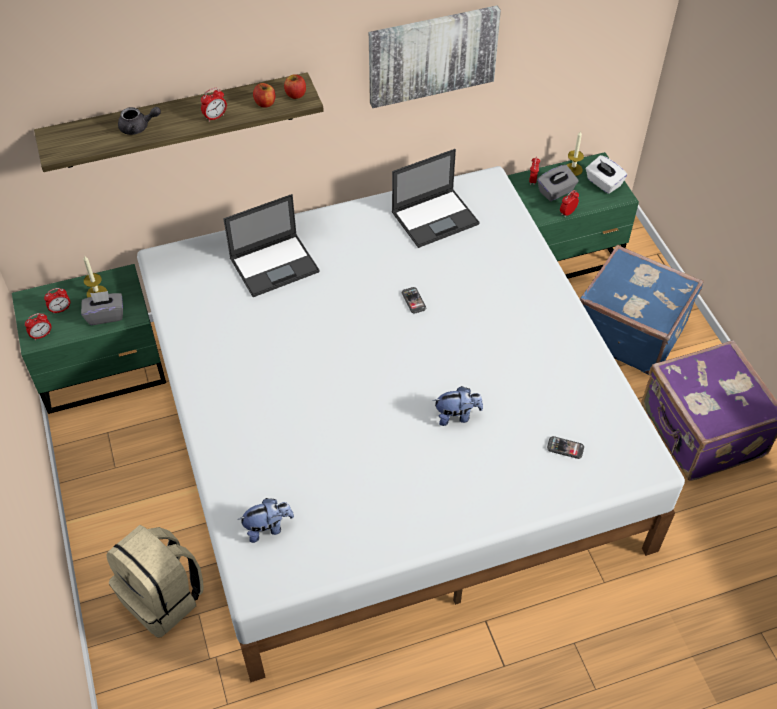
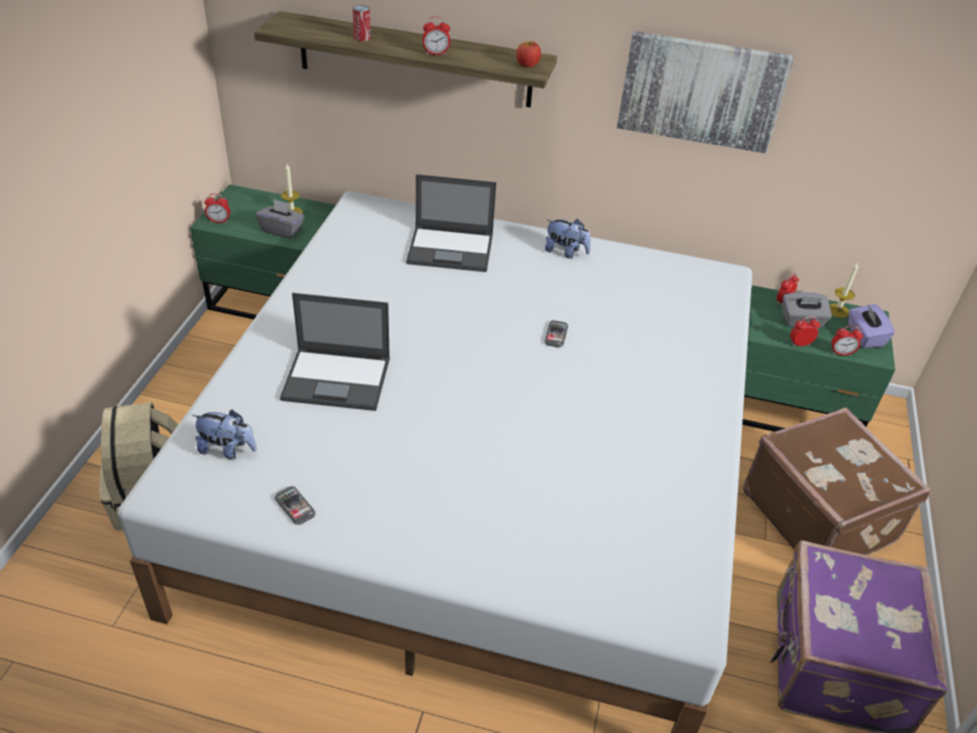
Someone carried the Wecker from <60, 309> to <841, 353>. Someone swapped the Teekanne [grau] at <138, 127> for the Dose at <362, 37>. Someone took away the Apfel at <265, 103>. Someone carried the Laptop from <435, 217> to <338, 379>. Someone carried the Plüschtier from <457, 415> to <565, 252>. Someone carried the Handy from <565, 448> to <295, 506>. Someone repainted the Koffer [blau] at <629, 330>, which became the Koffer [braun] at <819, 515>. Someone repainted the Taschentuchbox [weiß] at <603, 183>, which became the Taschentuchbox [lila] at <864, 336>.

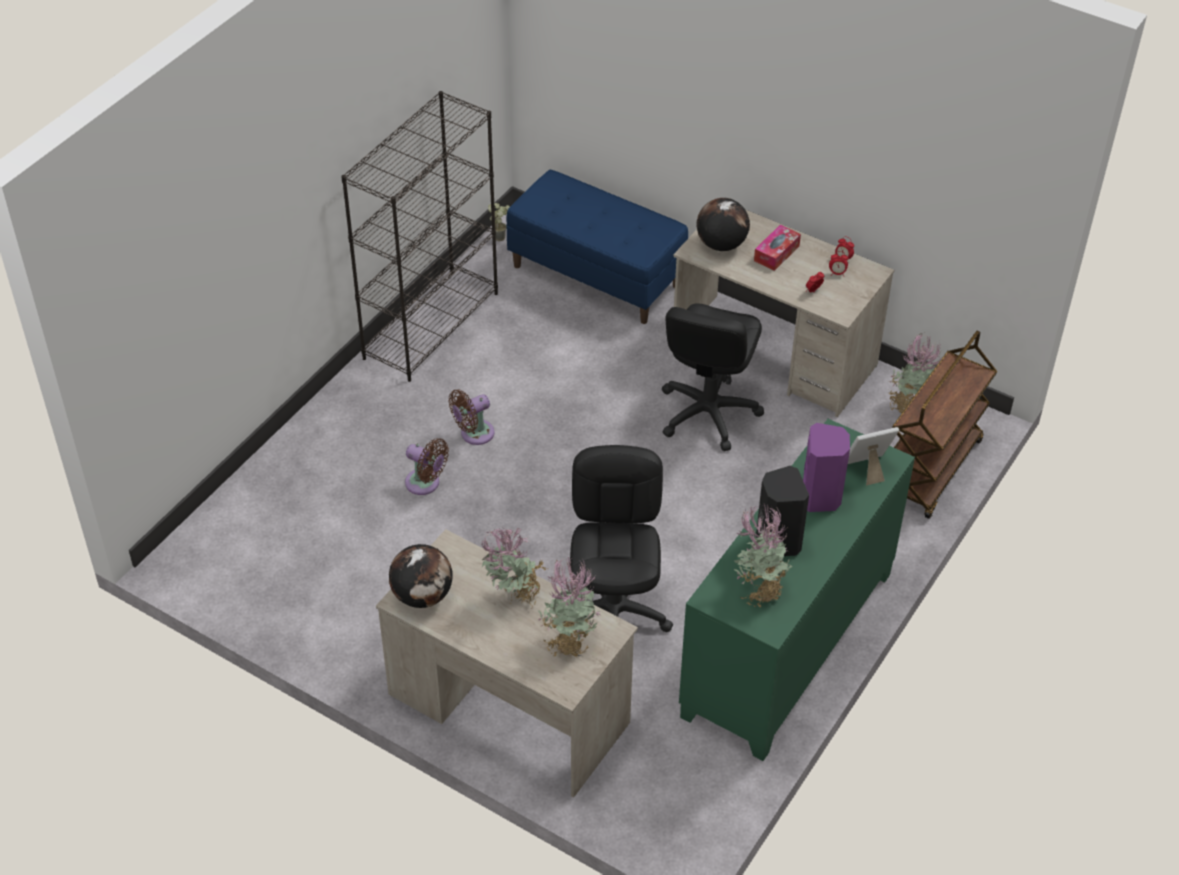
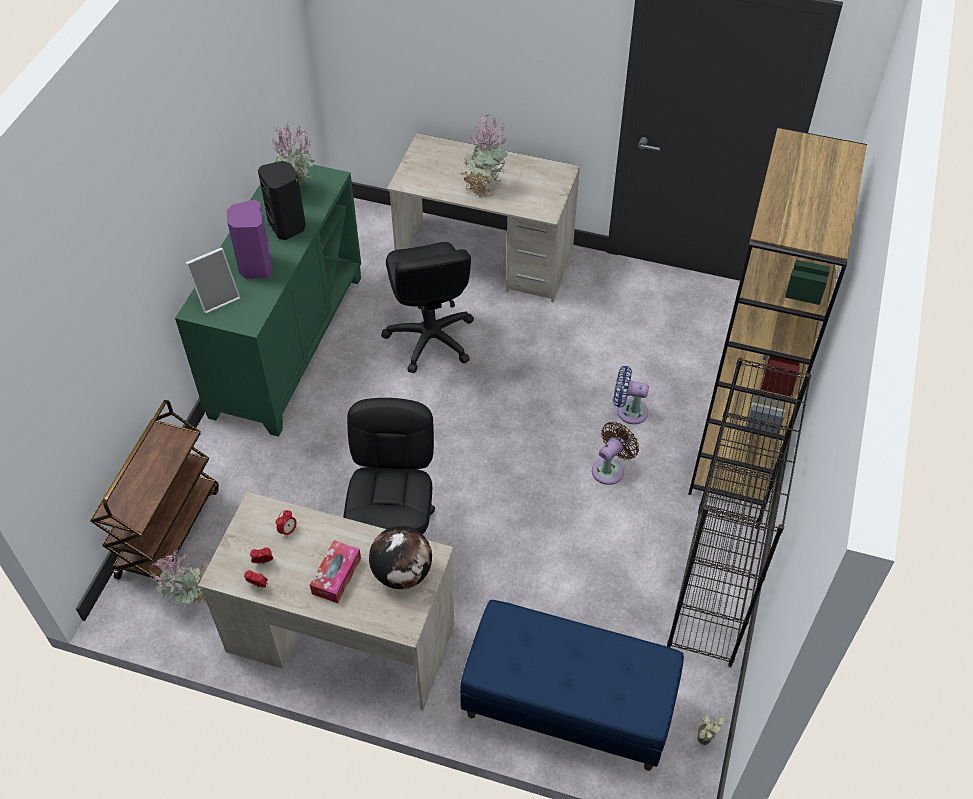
Someone took away the Globus at <423, 596>. Someone repainted the Ventilator [braun] at <425, 484>, which became the Ventilator [blau] at <628, 411>. Someone took away the Topfpflanze at <568, 642>. Someone put down the Bücherregal [braun] at <738, 447>.

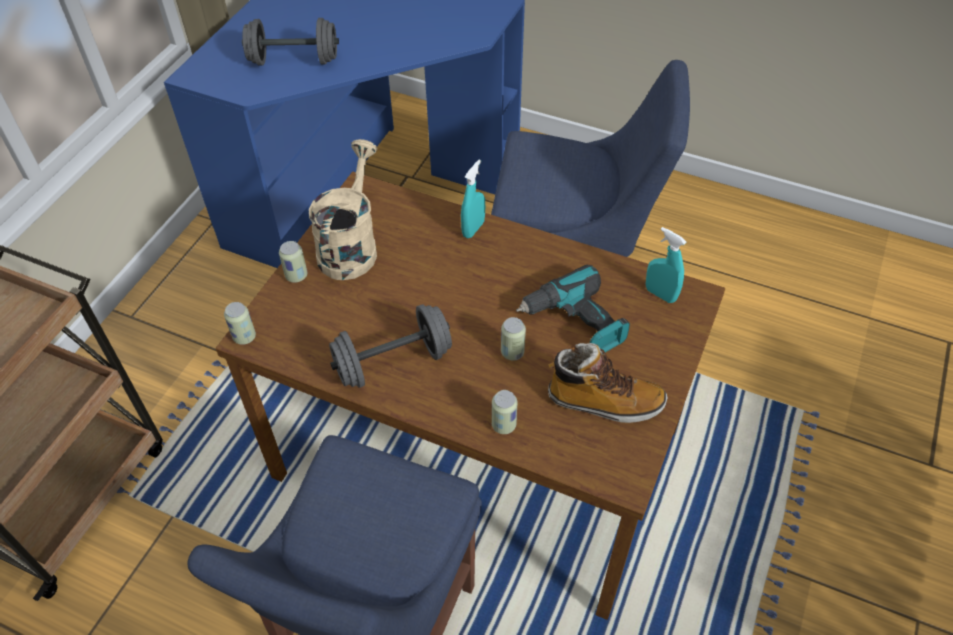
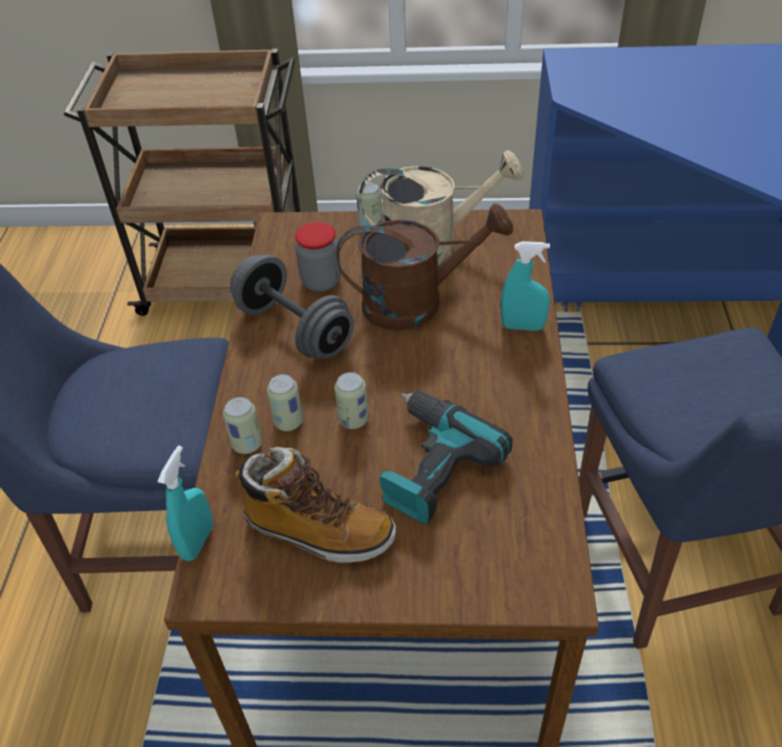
Someone carried the Dose from <244, 337> to <288, 421>. Someone took away the Hantel [grau] at <294, 60>. Someone rotated the Stiefel at <604, 401> by 60 degrees counterclockwise. Someone carried the Sprühflasche [türkis] from <660, 294> to <197, 541>. Someone put down the Vorratsglas at <321, 281>. Someone put down the Gießkanne [braun] at <416, 302>.

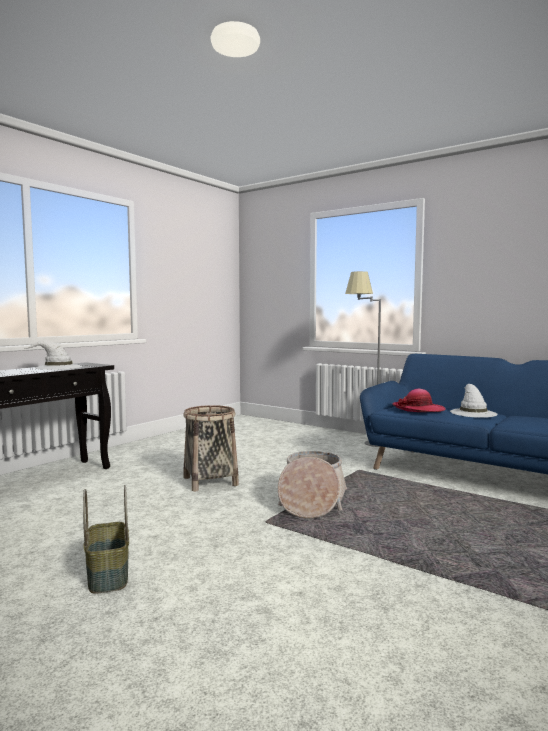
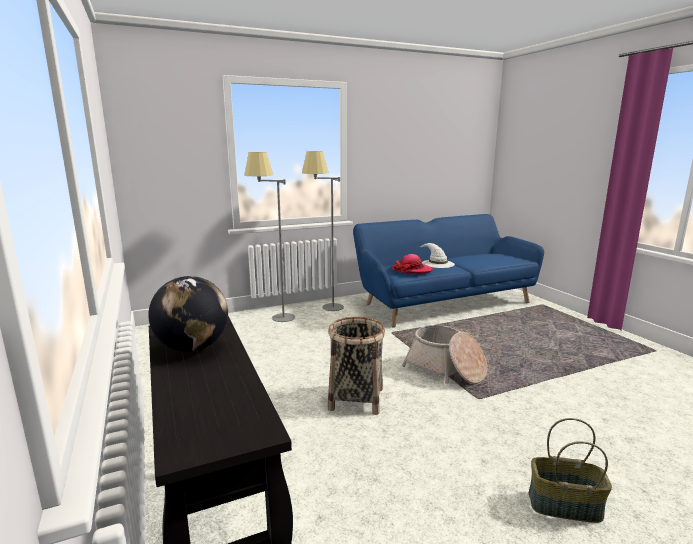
Someone swapped the Hut [weiß] at <58, 367> for the Globus at <193, 347>. Someone put down the Stehlampe [grau] at <274, 320>.

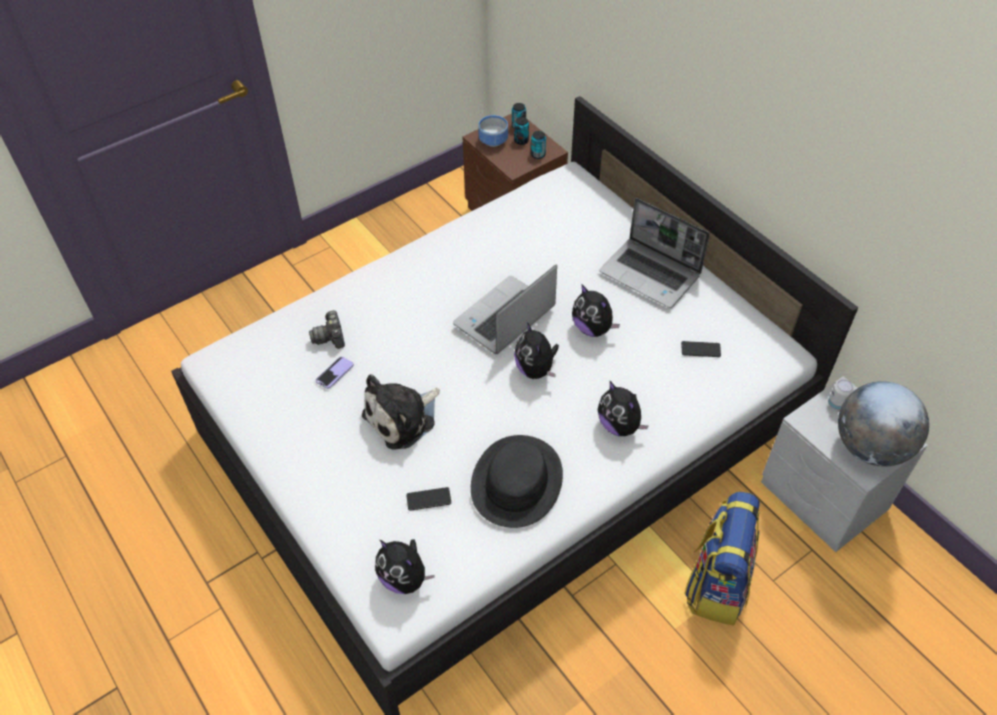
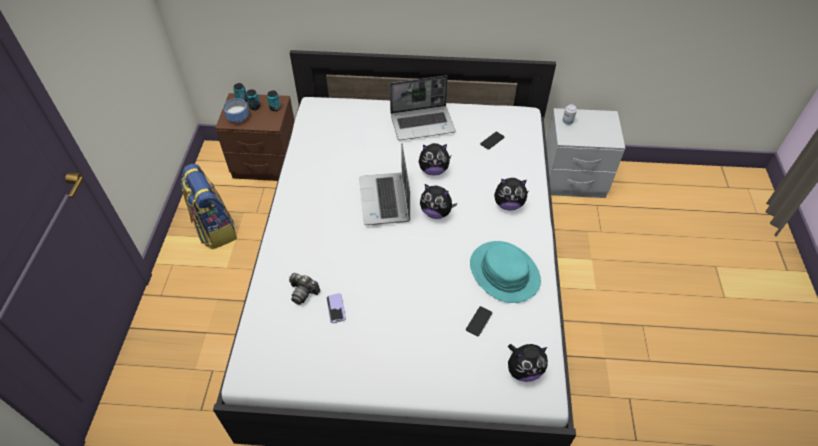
Someone took away the Plüschtier at <403, 418>. Someone repainted the Hut [schwarz] at <516, 482>, which became the Hut [türkis] at <504, 272>. Someone carried the Rucksack from <716, 584> to <214, 229>. Someone took away the Globus at <870, 447>.

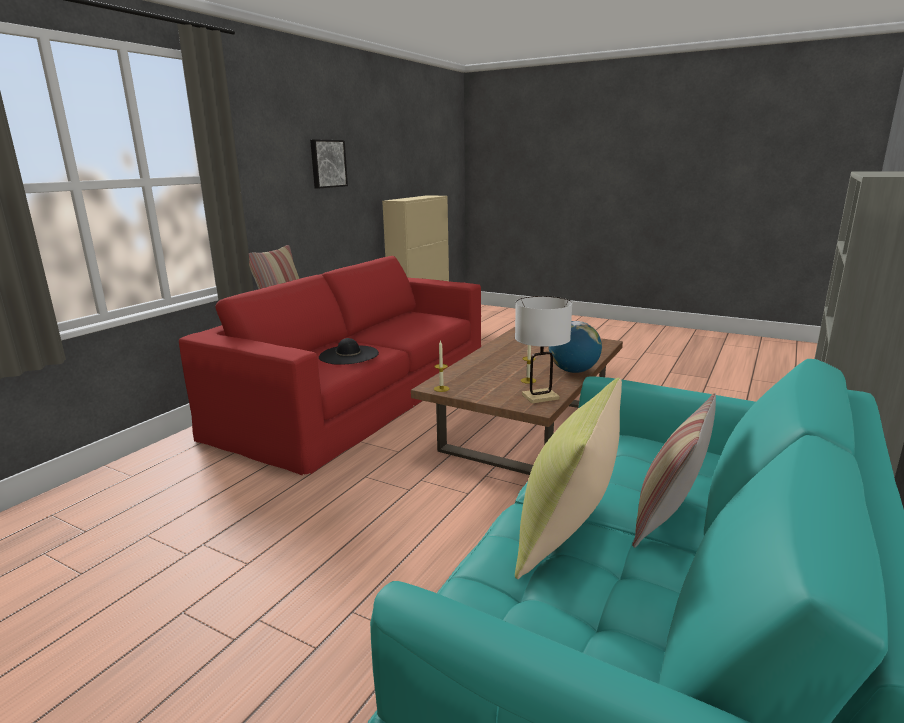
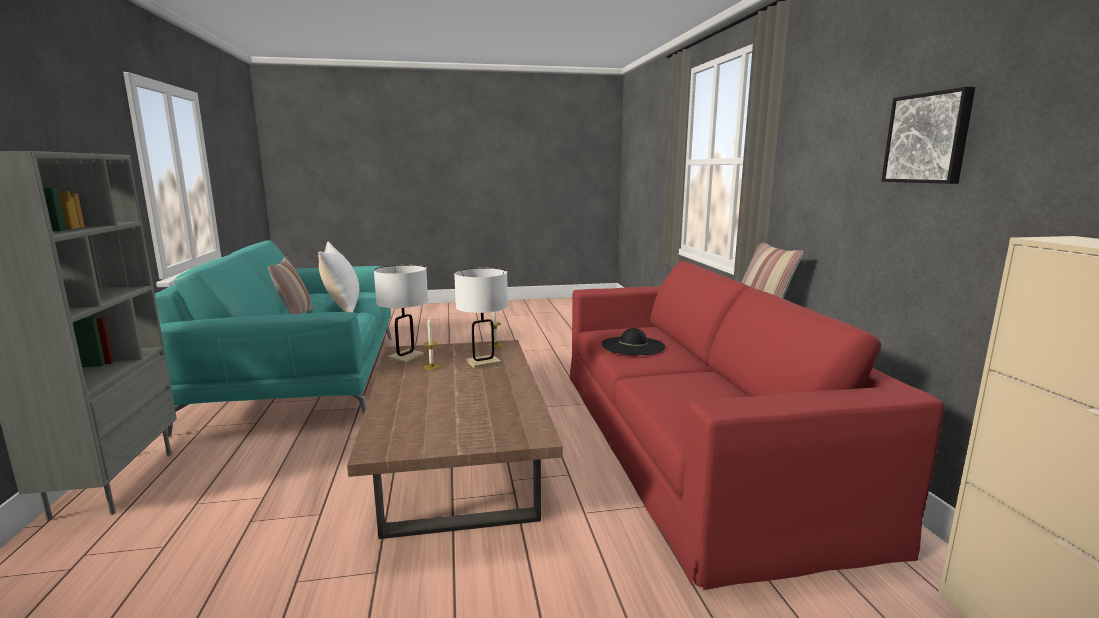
Someone repainted the Kissen [gelb] at <566, 533>, which became the Kissen [weiß] at <342, 306>. Someone took away the Globus at <573, 371>. Someone put down the Tischlampe [weiß] at <483, 363>.

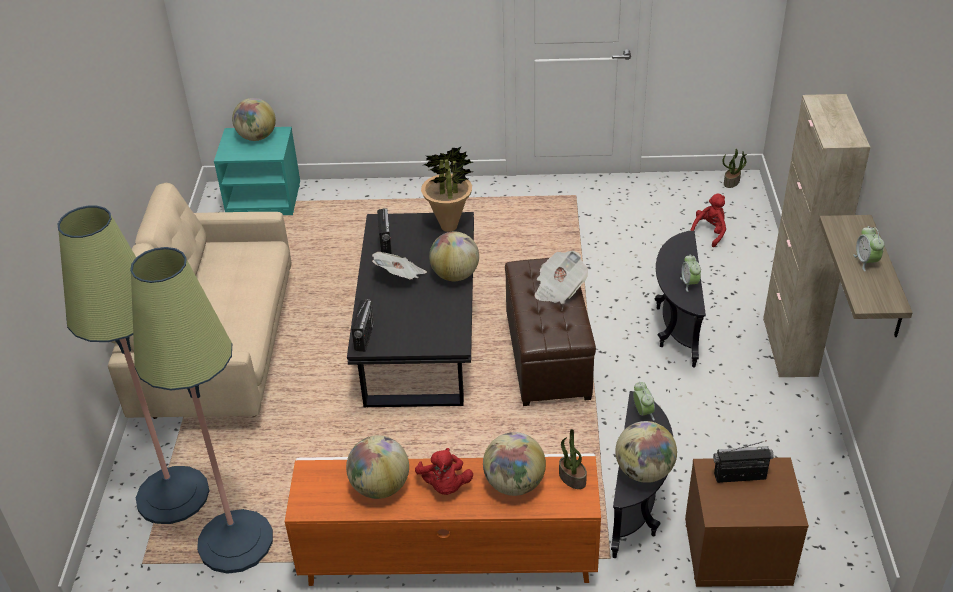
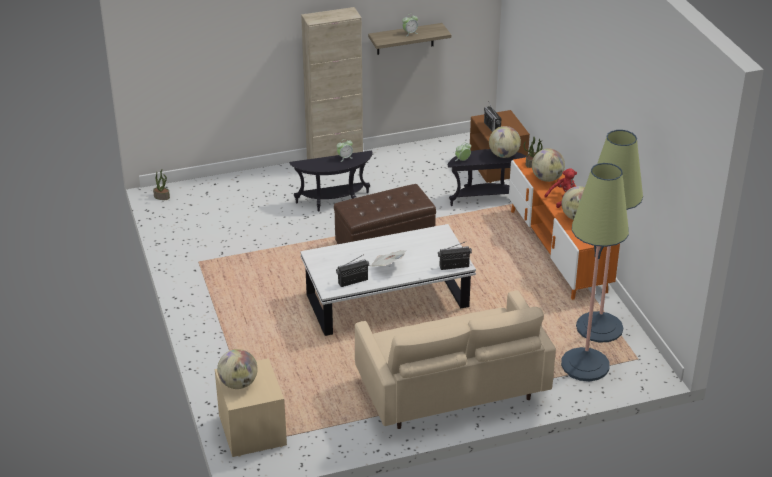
Someone repainted the Nachttisch [türkis] at <264, 198>, which became the Nachttisch [beige] at <251, 430>. Someone repainted the Couchtisch [schwarz] at <419, 333>, which became the Couchtisch [weiß] at <386, 301>. Someone took away the Topfpflanze at <449, 226>. Someone took away the Globus at <455, 275>. Someone took away the Zeitung at <559, 289>. Someone took away the Plüschtier [rot] at <709, 233>.

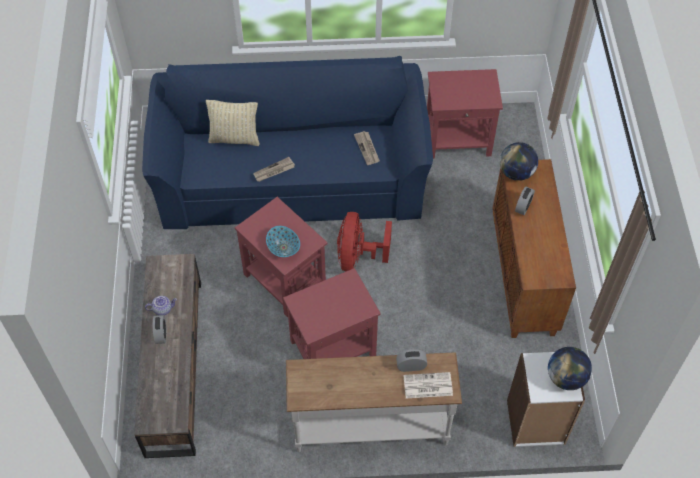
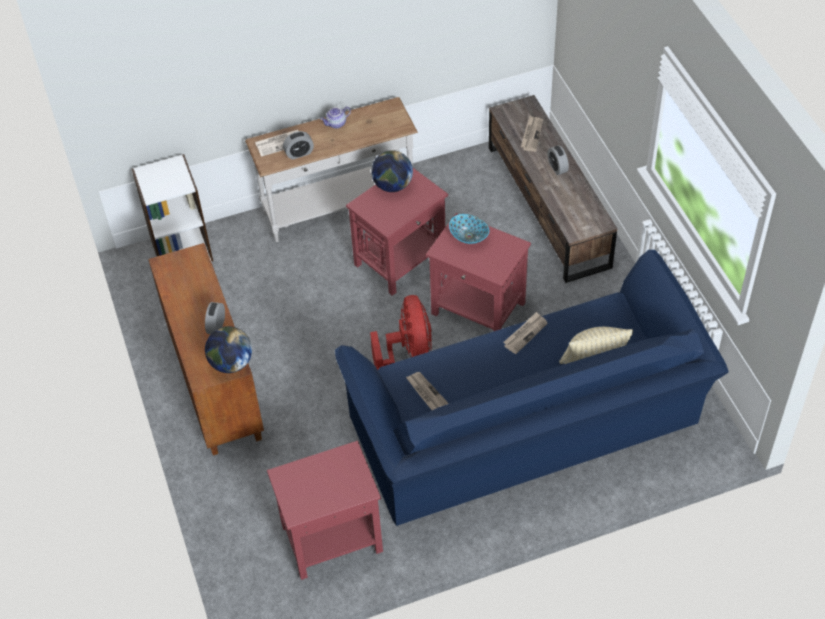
Someone carried the Teekanne from <163, 309> to <336, 124>. Someone carried the Globus from <566, 377> to <392, 185>. Someone put down the Zeitung at <531, 134>.

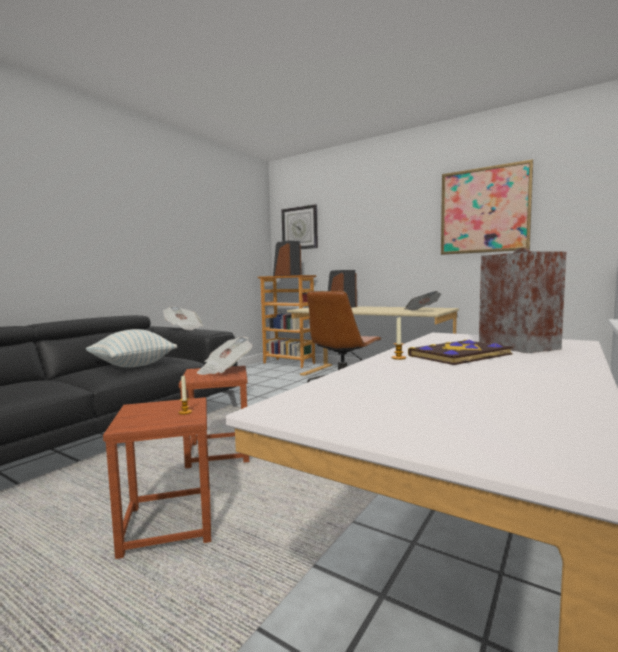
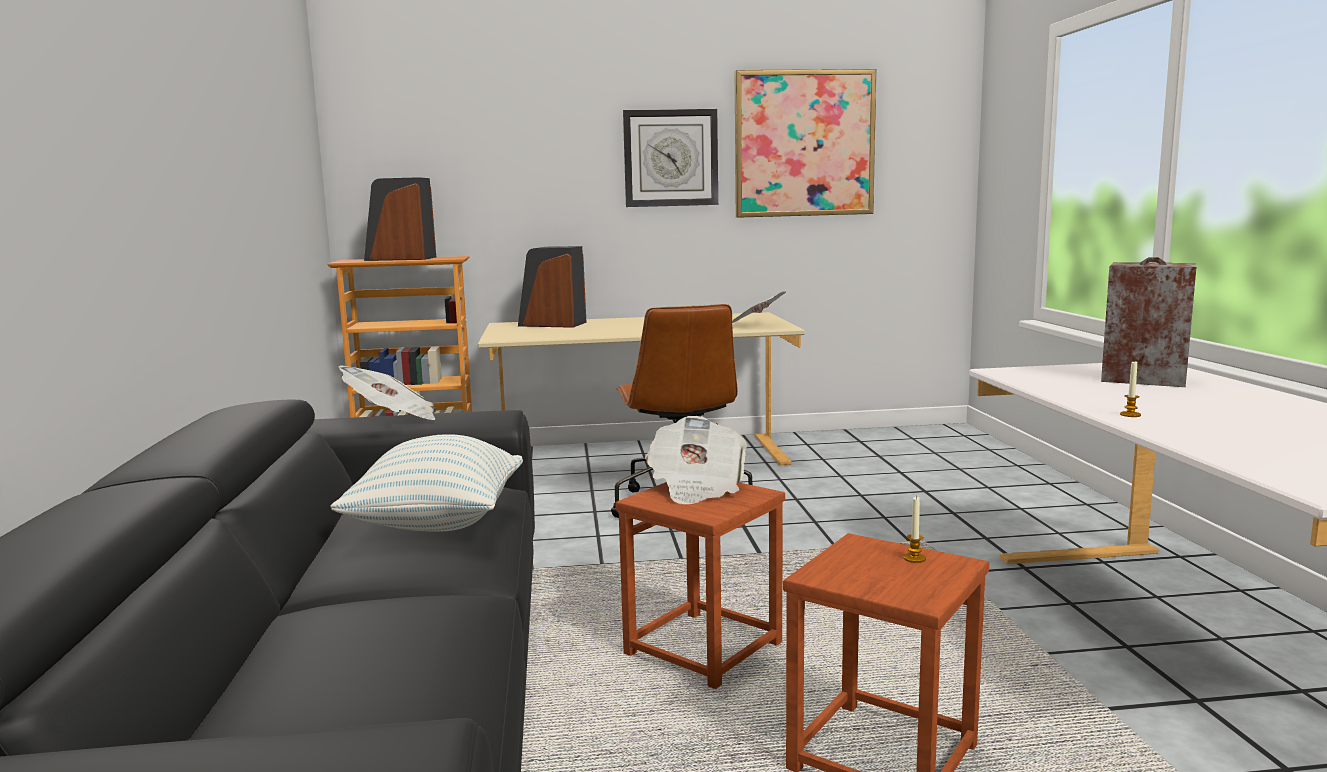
Someone carried the Wanduhr from <300, 228> to <670, 158>. Someone took away the Buch at <461, 355>.

